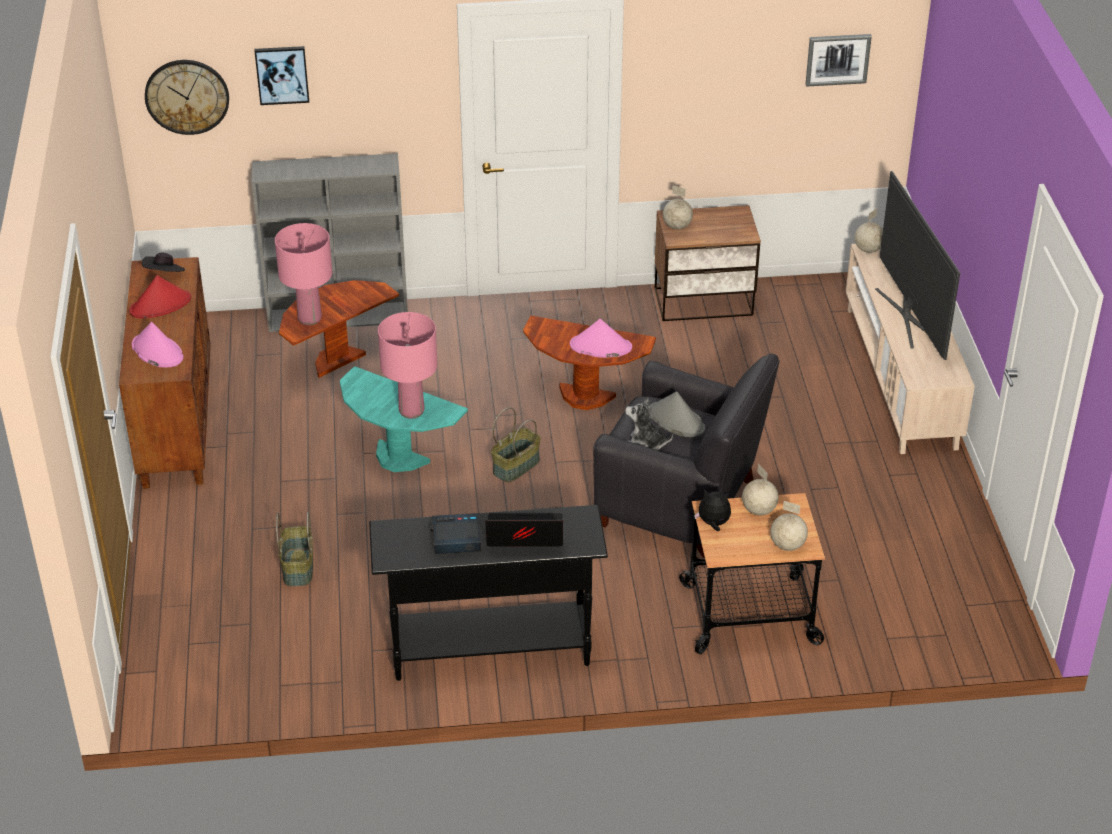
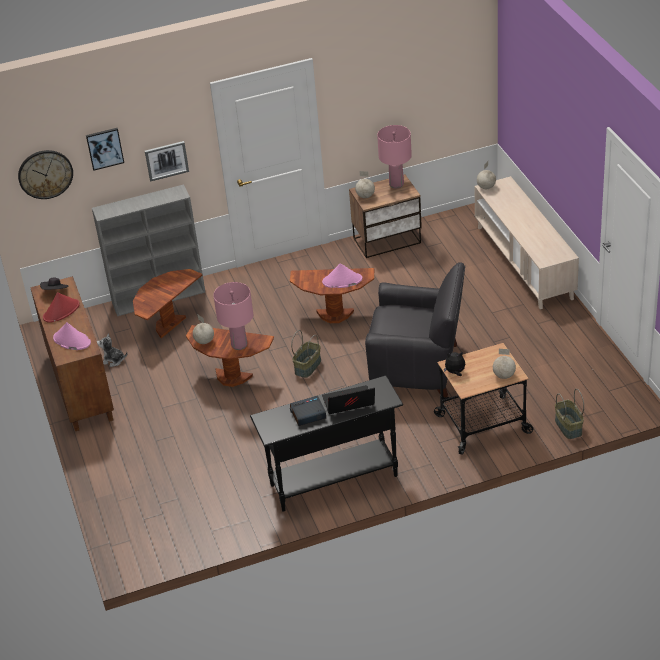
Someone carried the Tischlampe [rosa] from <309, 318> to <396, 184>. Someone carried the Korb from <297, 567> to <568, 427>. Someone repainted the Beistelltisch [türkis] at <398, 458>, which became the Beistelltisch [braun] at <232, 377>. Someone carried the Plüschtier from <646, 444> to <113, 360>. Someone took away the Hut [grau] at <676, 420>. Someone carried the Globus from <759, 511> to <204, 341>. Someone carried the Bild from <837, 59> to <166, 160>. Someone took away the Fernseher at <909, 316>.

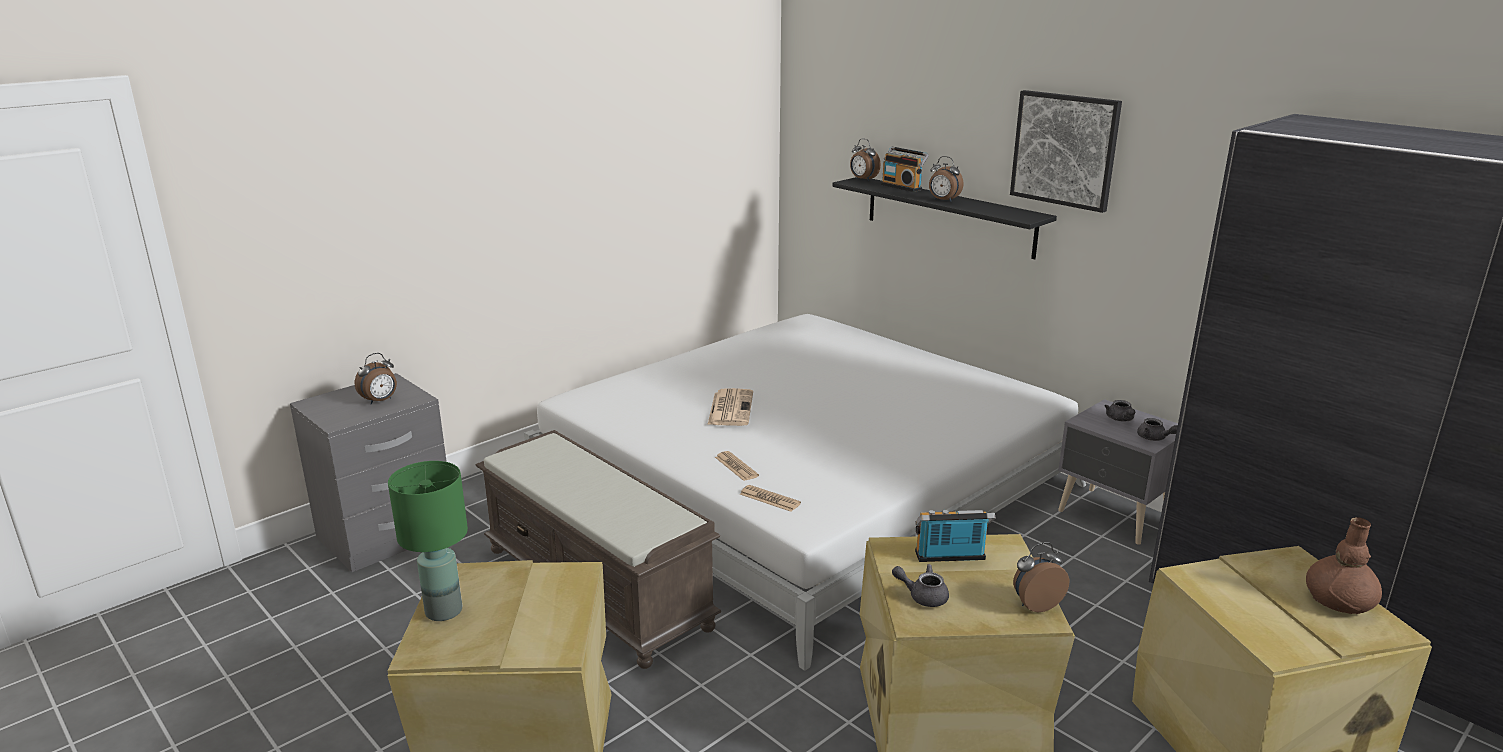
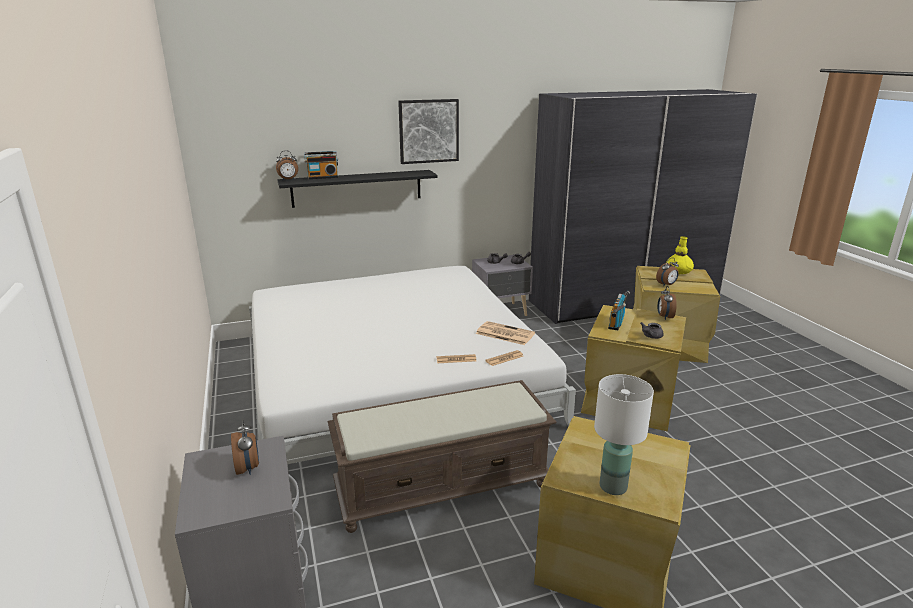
Someone repainted the Tischlampe [grün] at <444, 610>, which became the Tischlampe [weiß] at <612, 486>. Someone carried the Zeitung from <730, 408> to <504, 333>. Someone carried the Wecker from <943, 200> to <666, 285>. Someone repainted the Vase [braun] at <1338, 600>, which became the Vase [gelb] at <678, 271>.

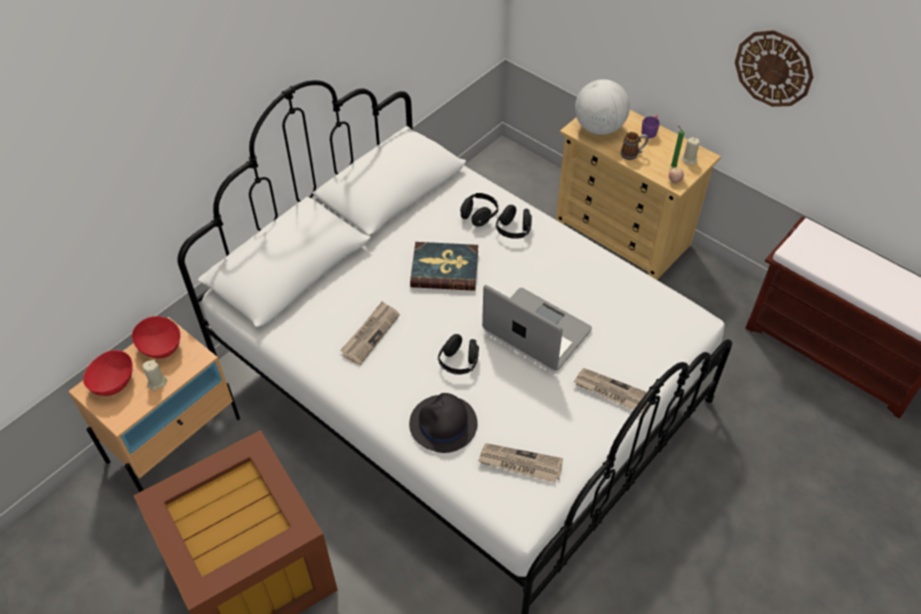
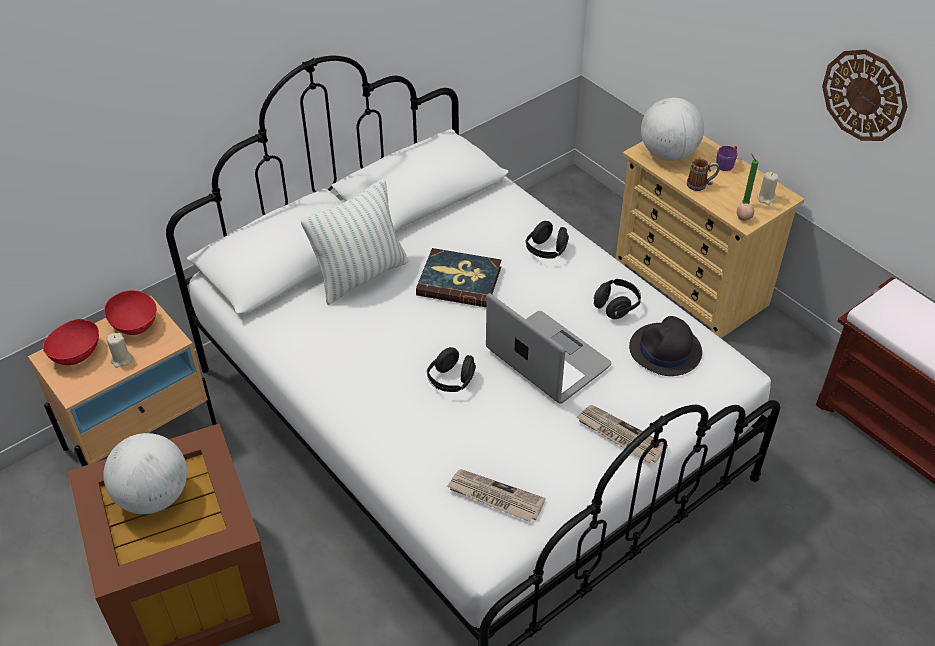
Someone took away the Zeitung at <370, 334>. Someone carried the Hut [schwarz] from <443, 424> to <665, 351>. Someone carried the Kopfhörer [schwarz] from <479, 215> to <616, 306>. Someone put down the Globus at <153, 496>. Someone put down the Kissen at <360, 276>.

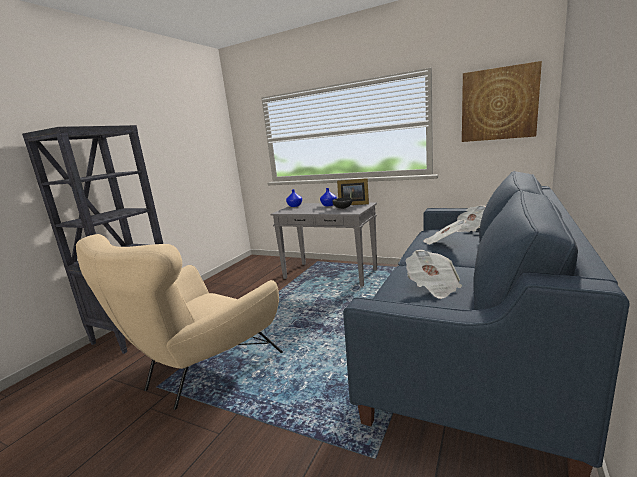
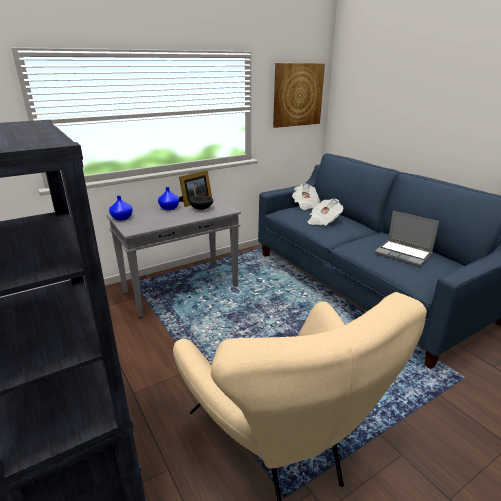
Someone swapped the Zeitung at <433, 286> for the Laptop at <404, 254>.

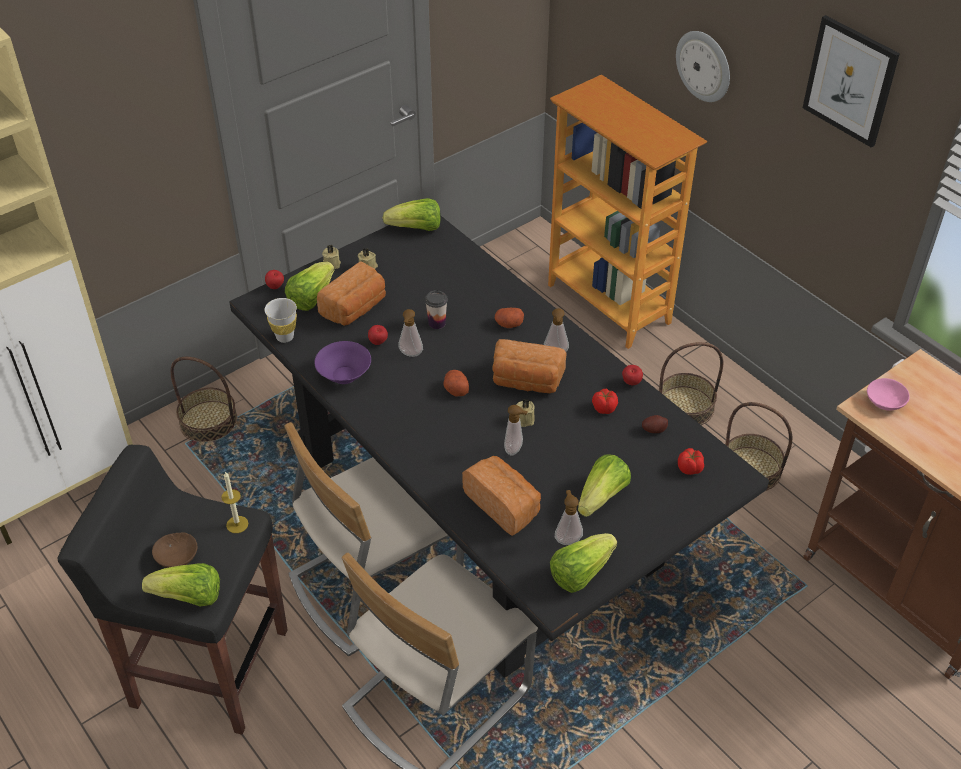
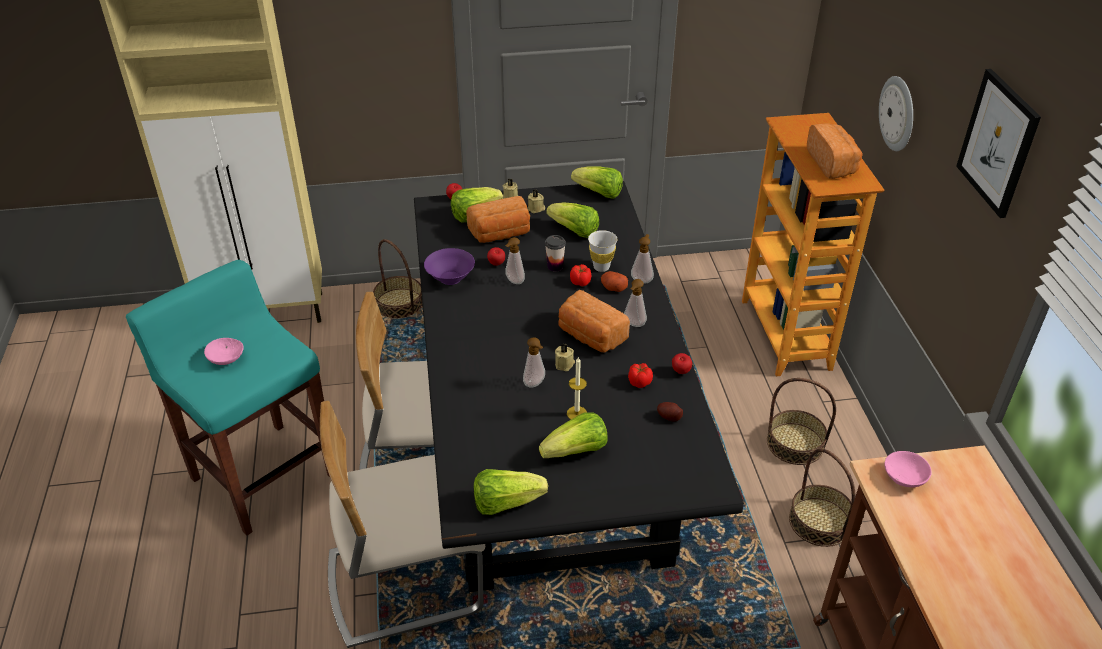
Someone repainted the Hocker [schwarz] at <207, 666>, which became the Hocker [türkis] at <262, 475>. Someone carried the Salatkopf from <189, 597> to <574, 231>. Someone repainted the Schüssel [braun] at <176, 558>, which became the Schüssel [rosa] at <225, 359>. Someone carried the Kerze from <237, 524> to <576, 413>. Someone carried the Tasse [weiß] from <285, 337> to <601, 267>. Someone took away the Kartoffel at <455, 389>. Someone carried the Brot from <503, 505> to <832, 163>. Someone carried the Seifenspender from <567, 538> to <642, 280>. Someone carried the Tomate from <690, 469> to <580, 283>.

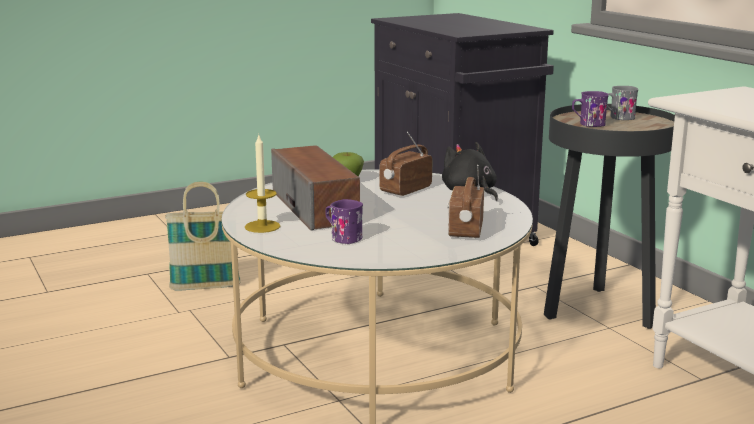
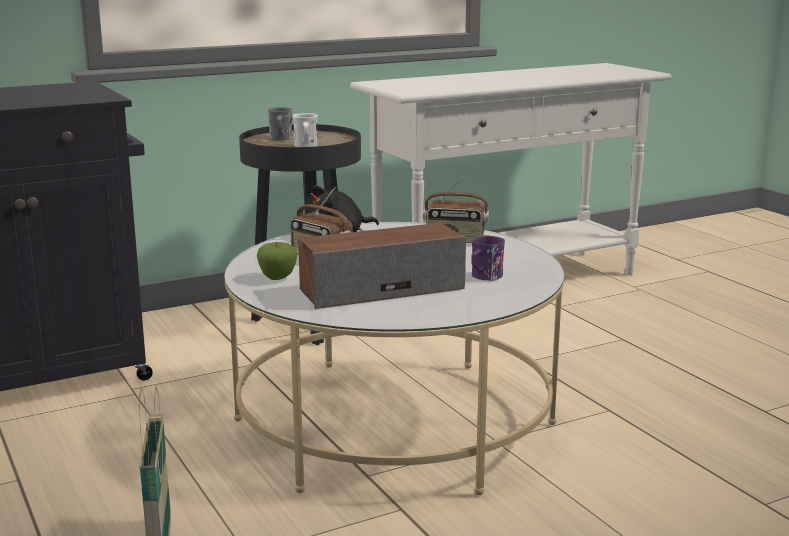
Someone took away the Kerze at <262, 226>. Someone repainted the Henkelbecher [lila] at <588, 124>, which became the Henkelbecher [weiß] at <306, 146>.

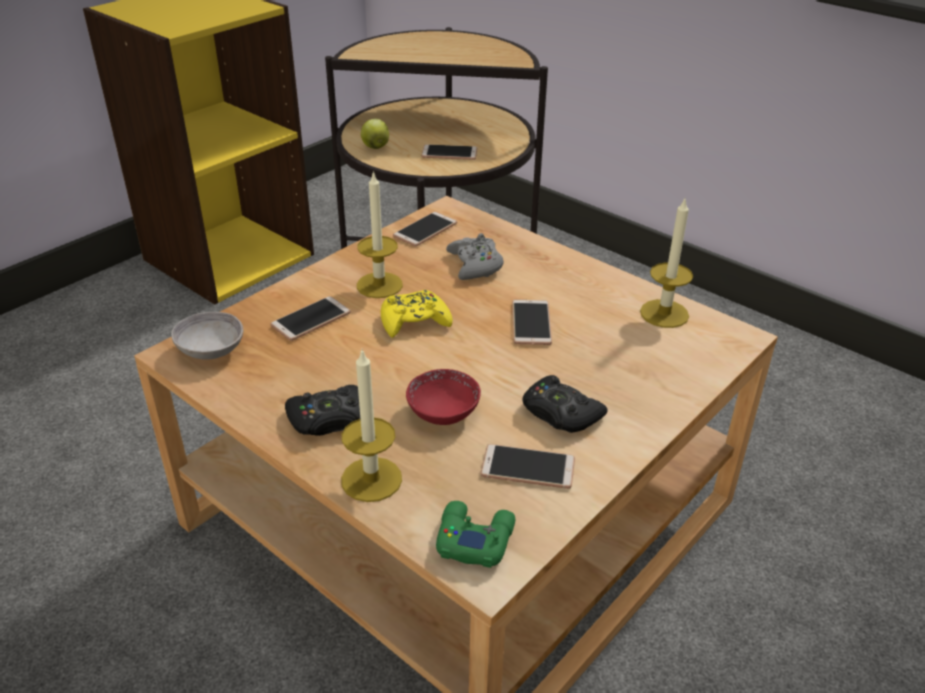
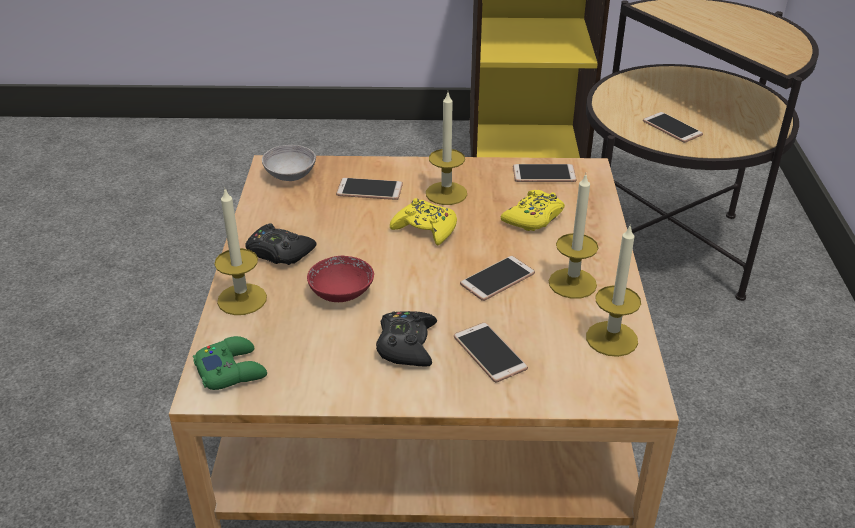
Someone took away the Apfel at <375, 147>. Someone repainted the Gamepad [grau] at <475, 265>, which became the Gamepad [gelb] at <534, 218>. Someone carried the Handy from <528, 468> to <489, 353>. Someone put down the Kerze at <572, 283>.

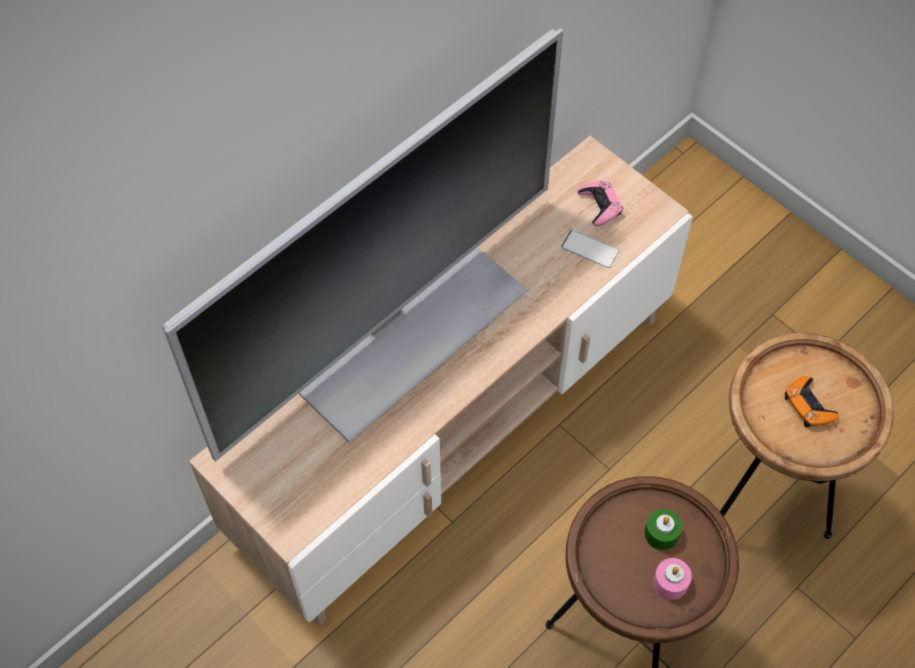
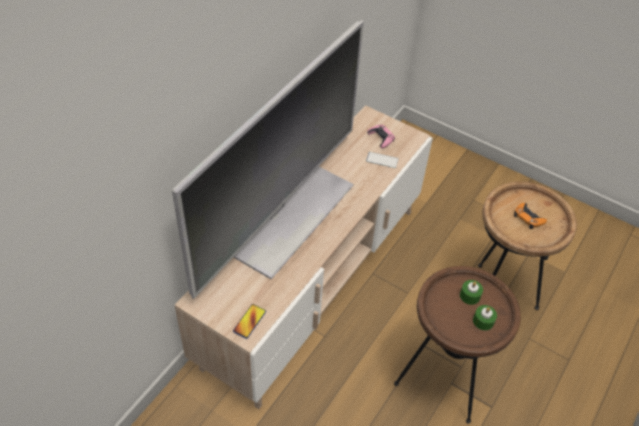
Someone repainted the Kerze [rosa] at <670, 582>, which became the Kerze [grün] at <483, 321>. Someone put down the Handy at <249, 321>.

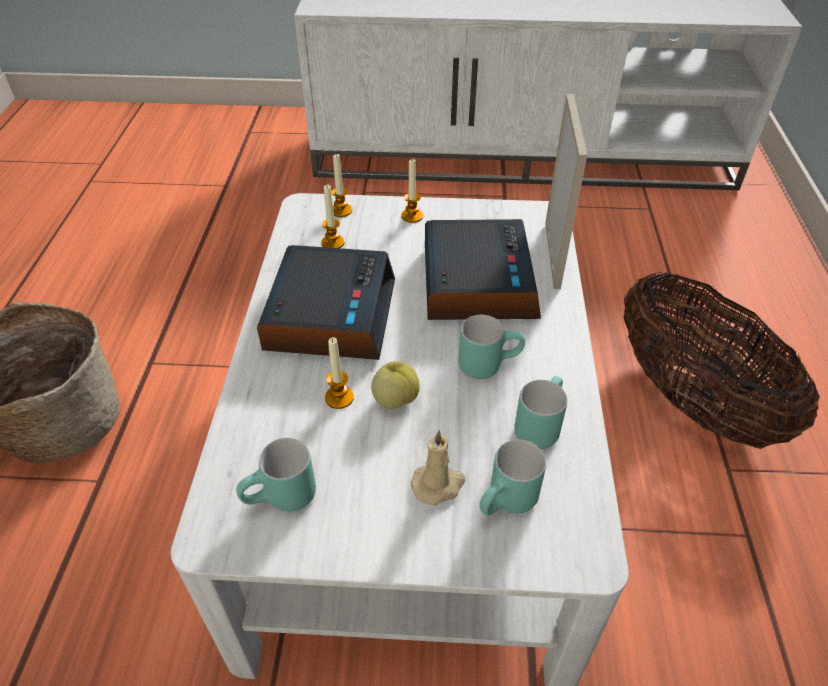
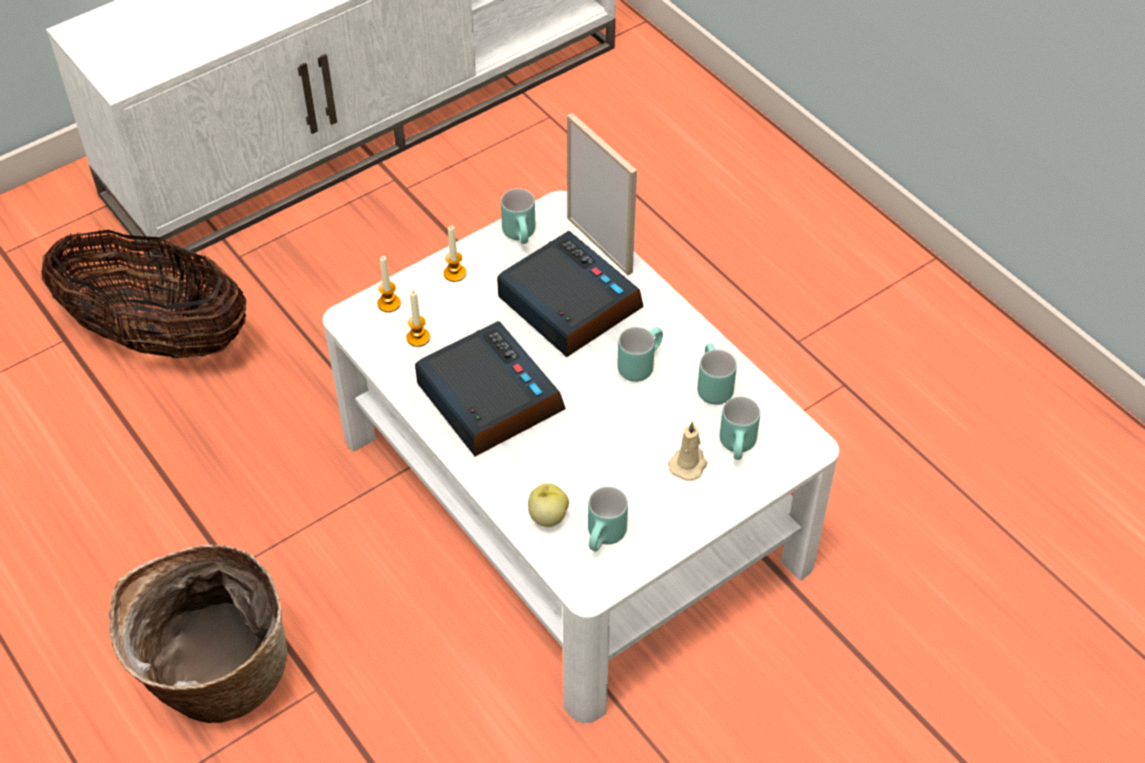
Someone took away the Kerze at <339, 398>. Someone carried the Apfel from <395, 399> to <547, 516>. Someone carried the Korb from <691, 399> to <158, 337>. Someone put down the Henkelbecher [türkis] at <522, 235>.

